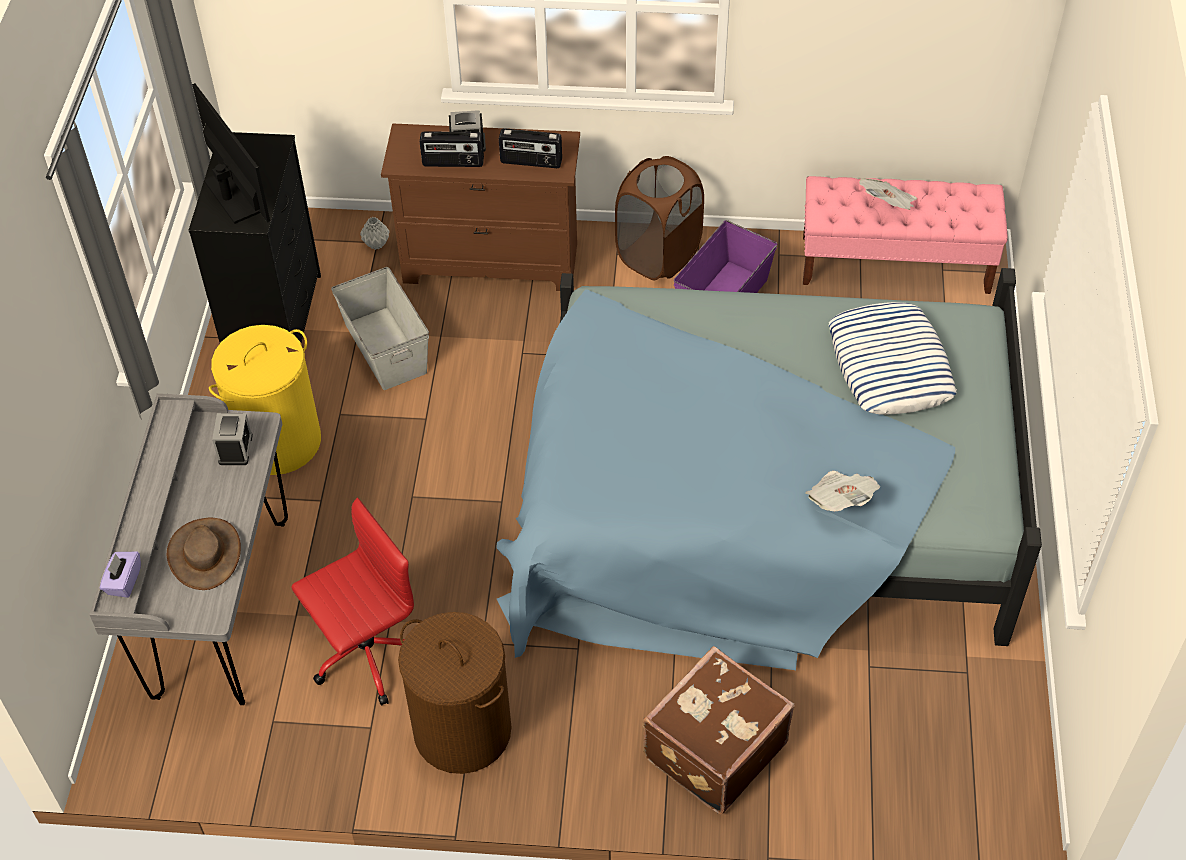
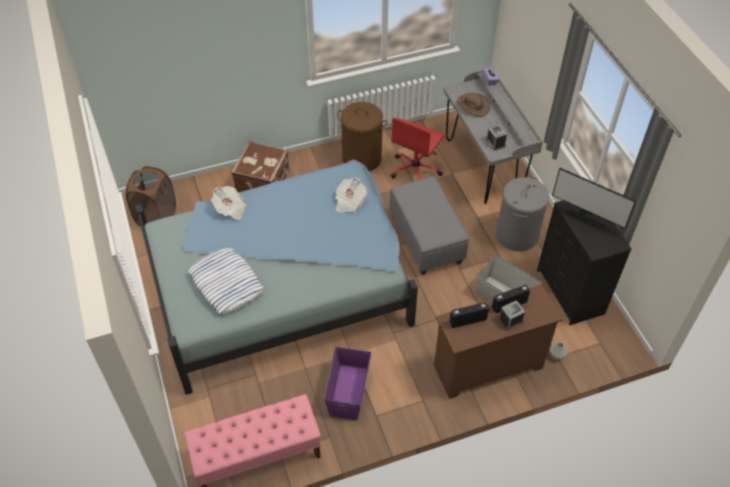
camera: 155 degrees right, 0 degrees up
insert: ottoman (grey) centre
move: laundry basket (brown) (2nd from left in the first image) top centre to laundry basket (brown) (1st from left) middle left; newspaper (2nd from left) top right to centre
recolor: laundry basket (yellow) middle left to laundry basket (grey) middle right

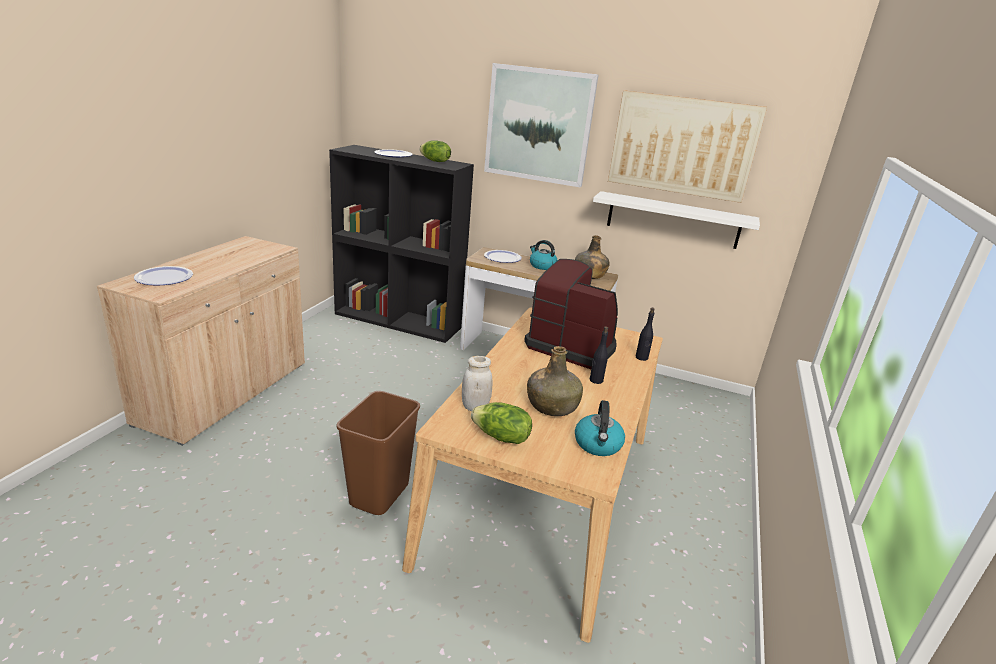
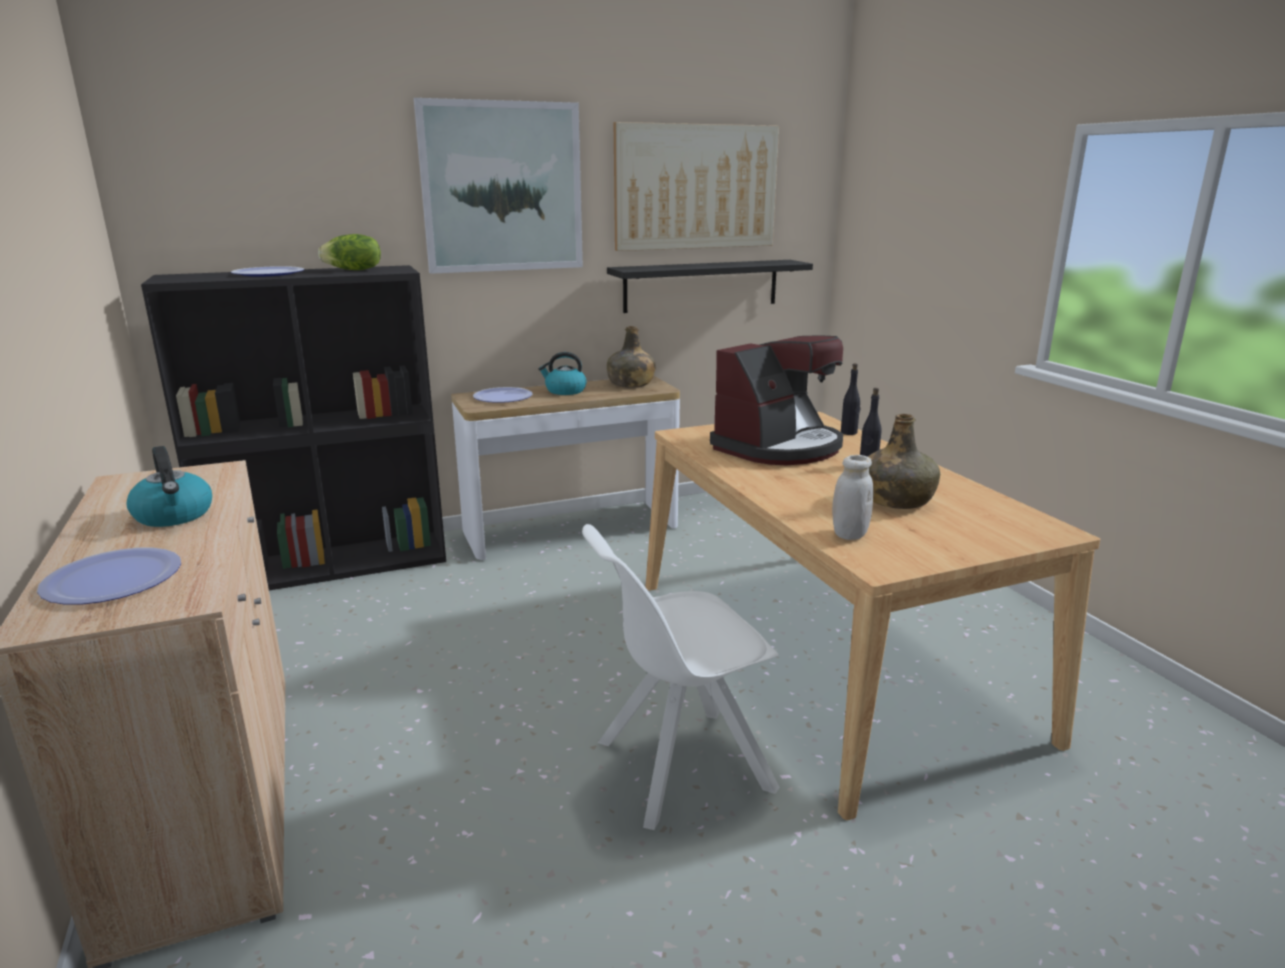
camera: 40 degrees left, 5 degrees down
delete: lettuce (2nd from left) centre
move: kettle (2nd from left in the first image) centre to kettle (1st from left) middle left
replace: trash can (brown) bottom centre to chair (white) bottom centre
recolor: shelf (white) top right to shelf (black) top centre
rotate: coffee machine centre = centre 150 degrees clockwise

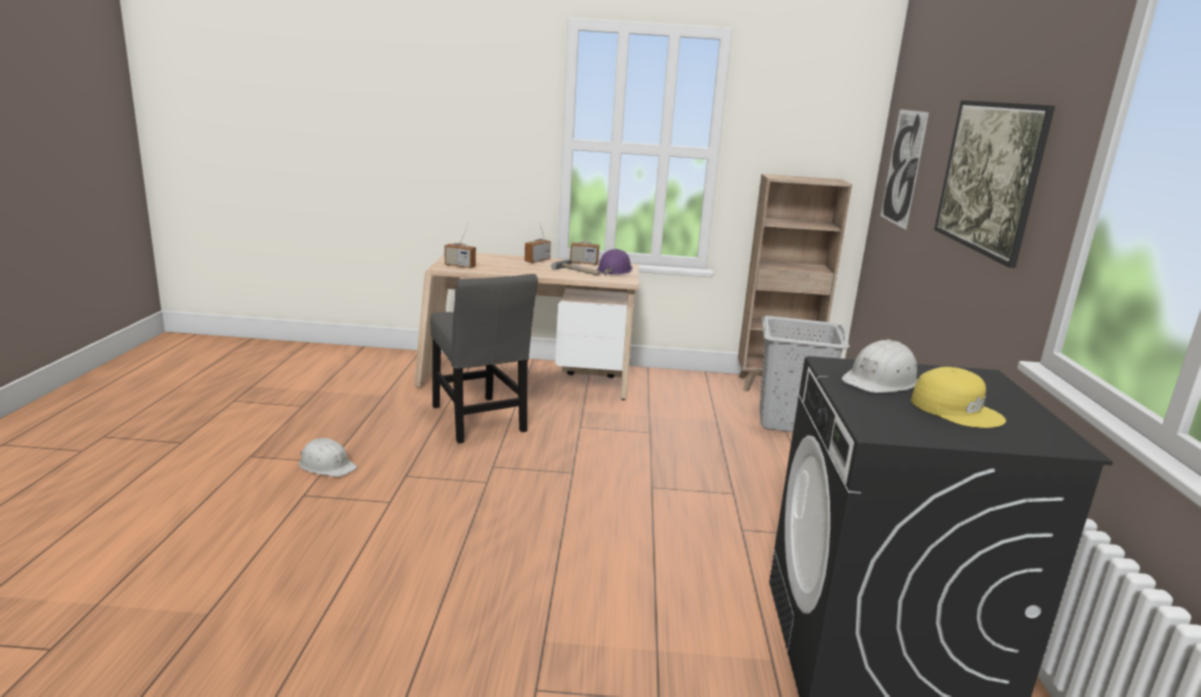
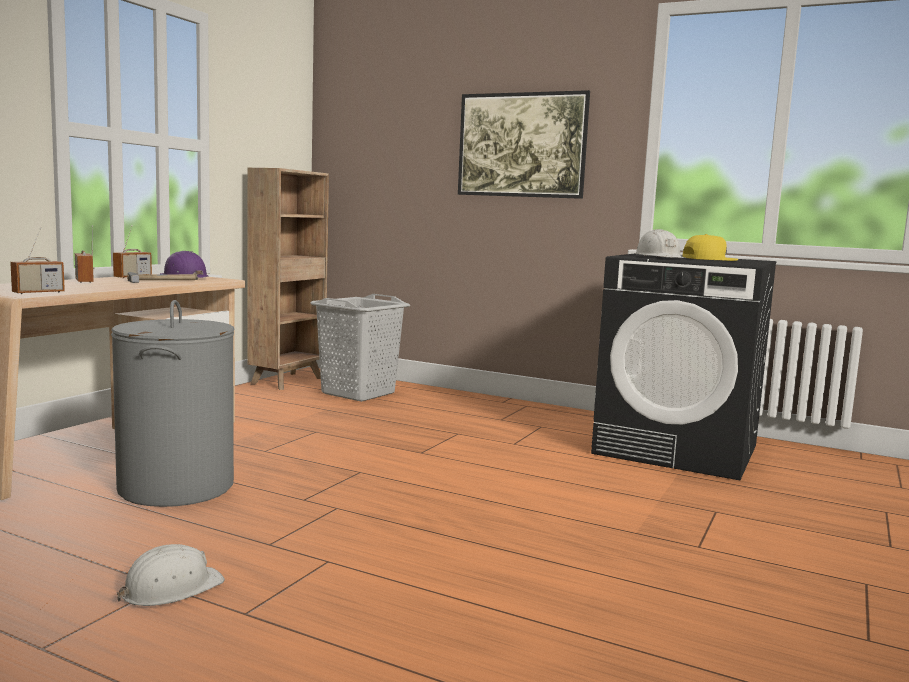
camera: 65 degrees left, 10 degrees down
delete: picture (1st from left) top right
replace: chair (grey) centre to laundry basket (grey) (1st from left) middle left

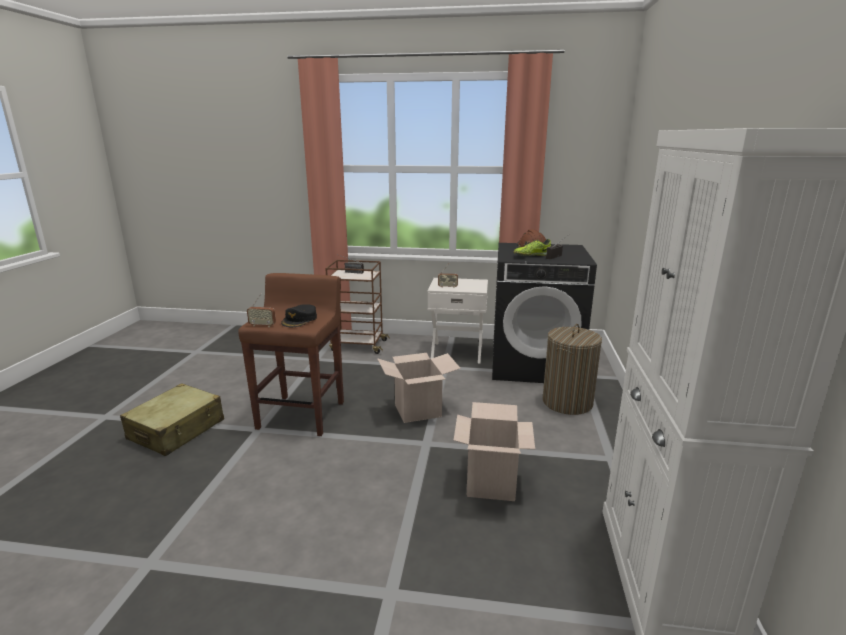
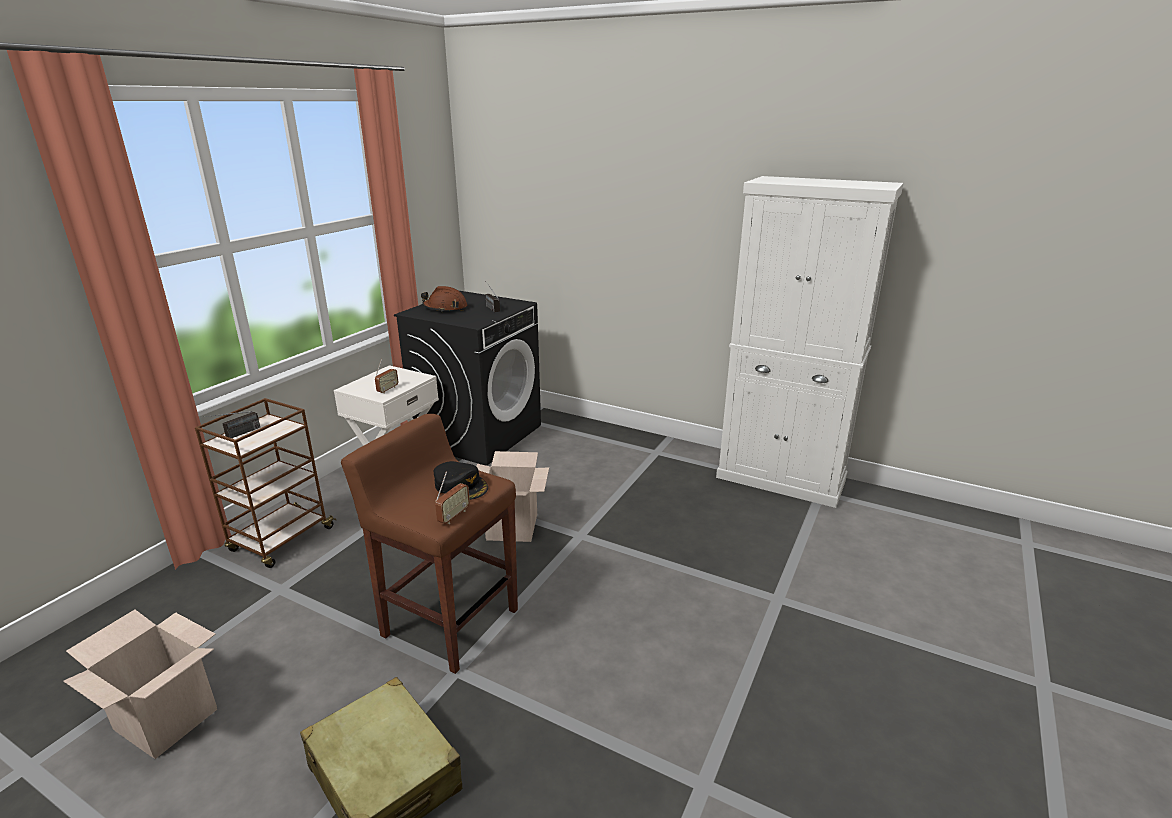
camera: 70 degrees left, 5 degrees up
delete: shoe centre; laundry basket middle right
move: cardboard box (2nd from left in the first image) bottom centre to cardboard box (1st from left) bottom left

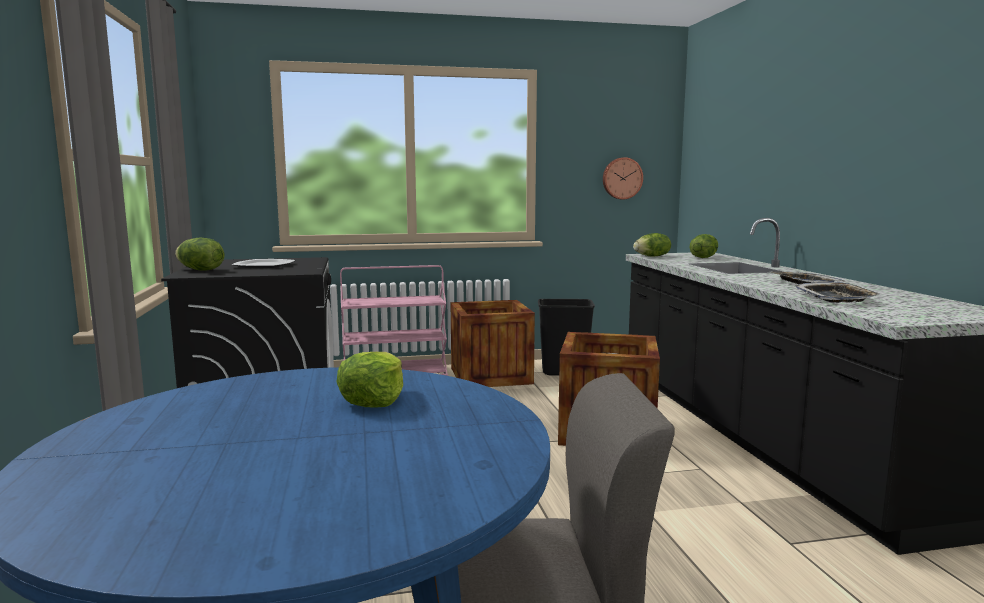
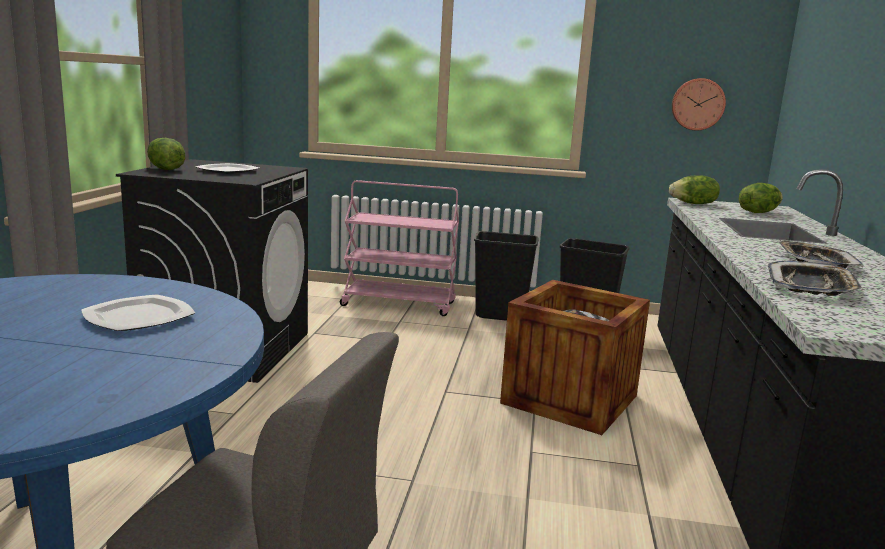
camera: 20 degrees right, 5 degrees up
replace: lettuce (2nd from left) centre to plate (1st from left) middle left; crate (1st from left) centre to trash can (black) (1st from left) centre

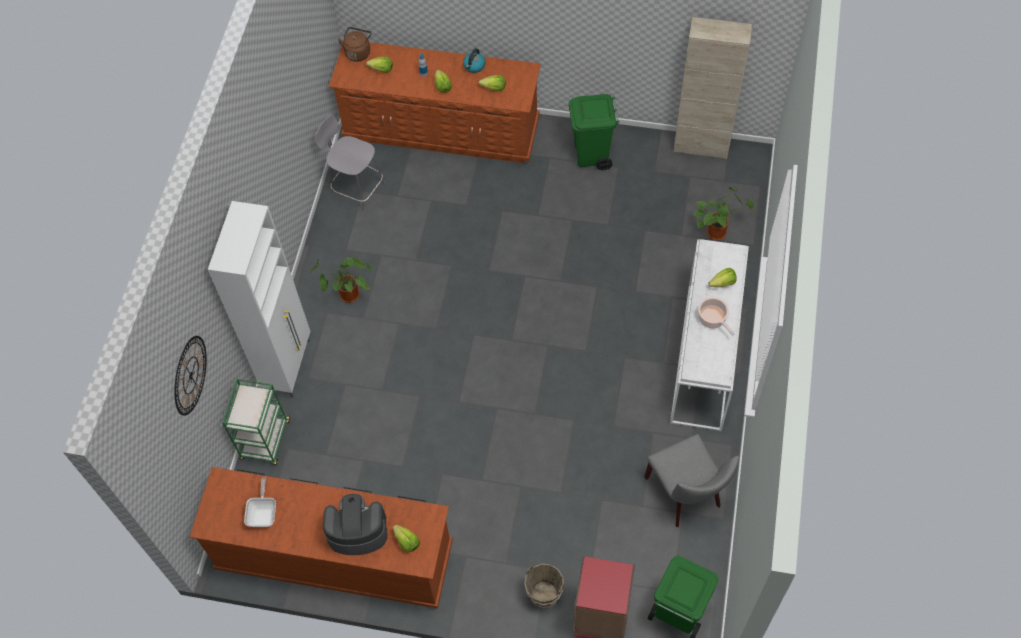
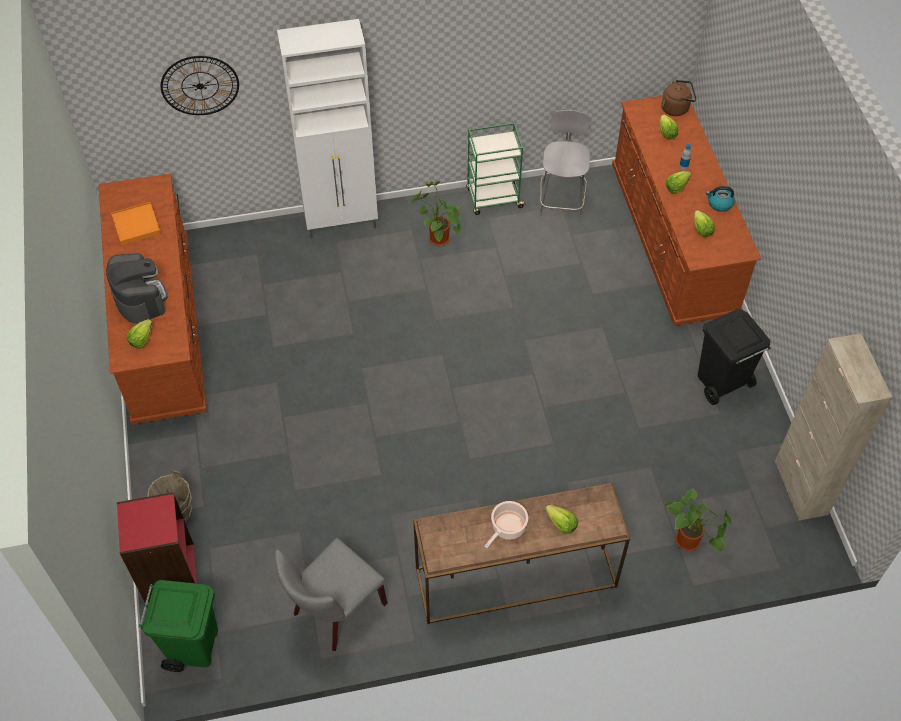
camera: 65 degrees right, 5 degrees down
move: cart (green) middle left to top centre
replace: frying pan bottom left to tray (orange) top left
recolor: trash can (green) (1st from left) top centre to trash can (black) middle right; console table (white) middle right to console table (brown) bottom centre

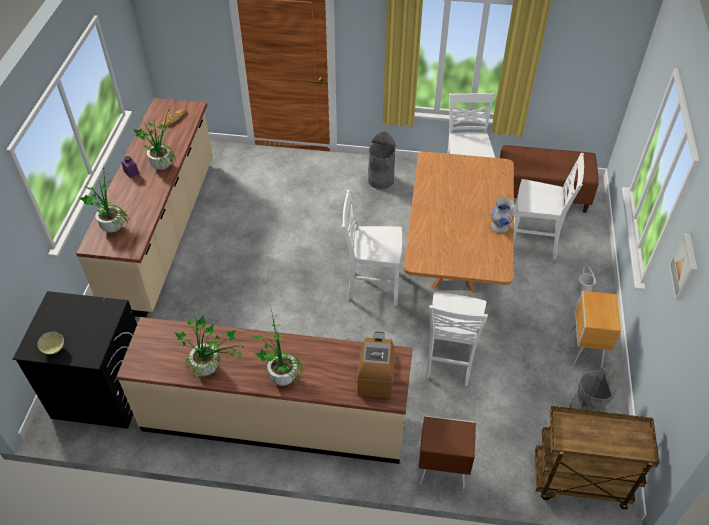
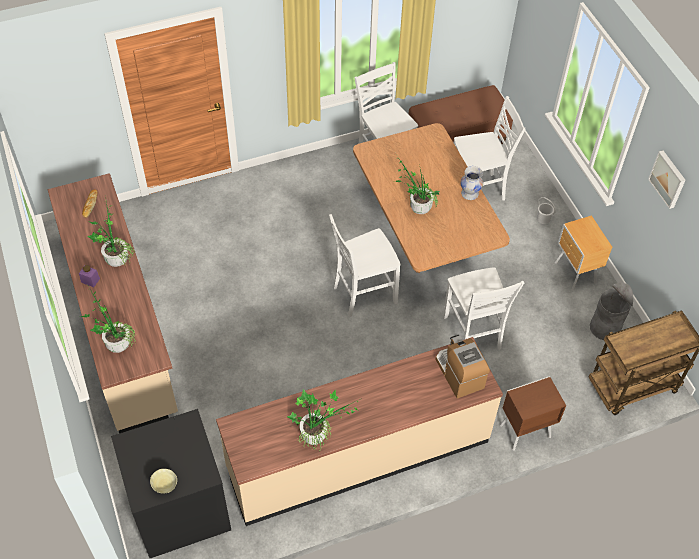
camera: 30 degrees left, 5 degrees up
delete: trash can (grey) (1st from left) top centre
move: potted plant (4th from left) centre to top centre

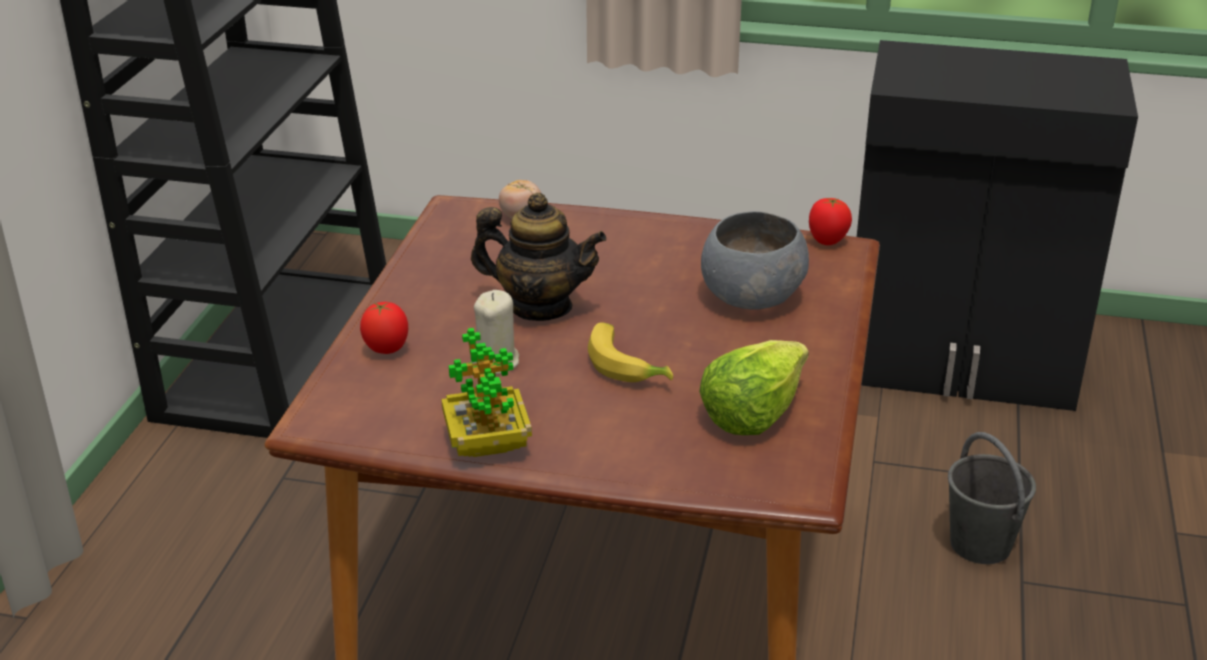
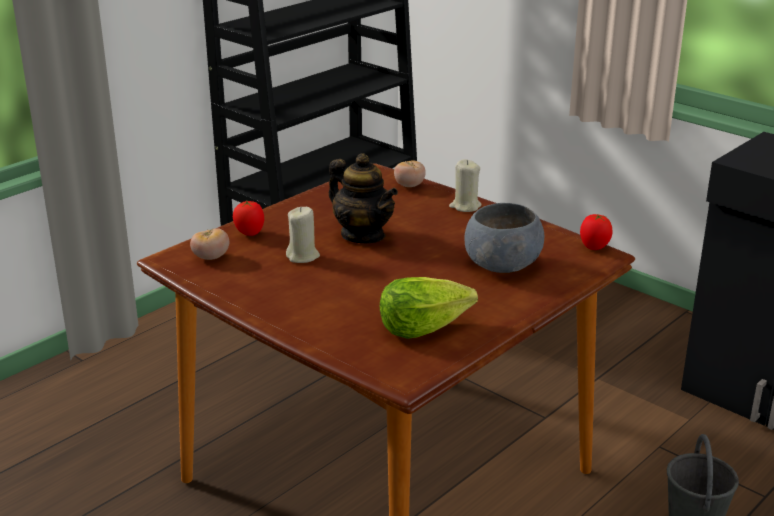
camera: 30 degrees right, 5 degrees down
delete: potted plant centre; banana centre
insert: tomato (1st from left) middle left; candle (beige) (2nd from left) centre

